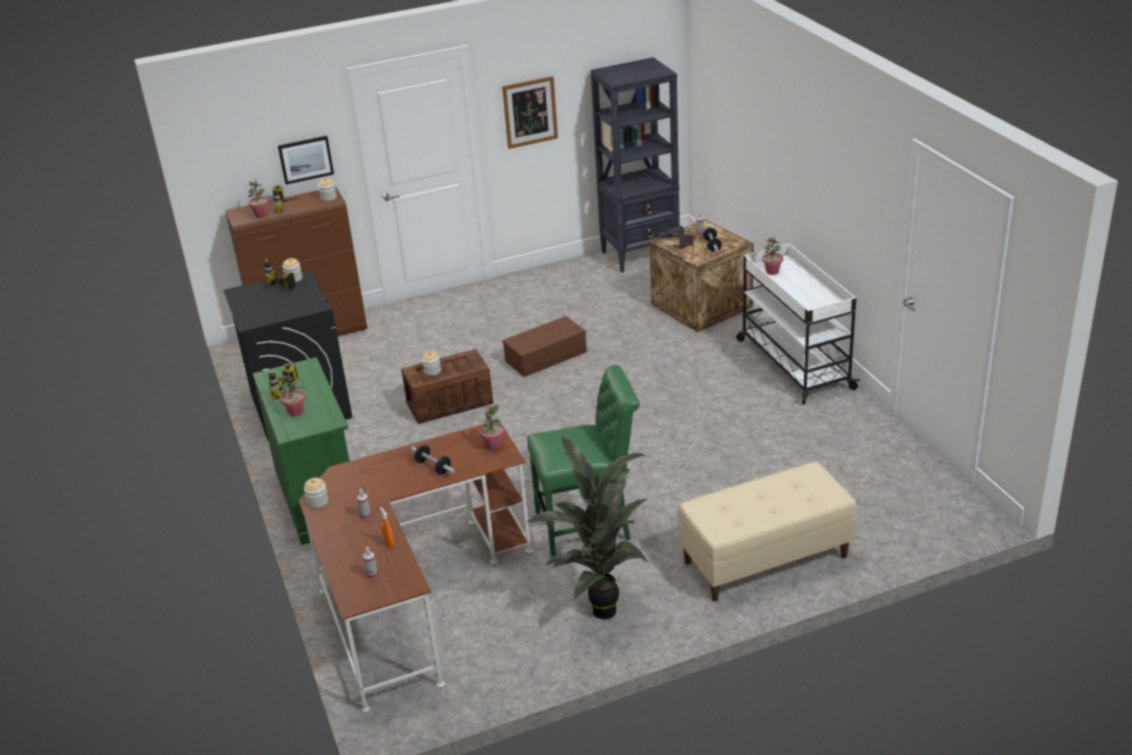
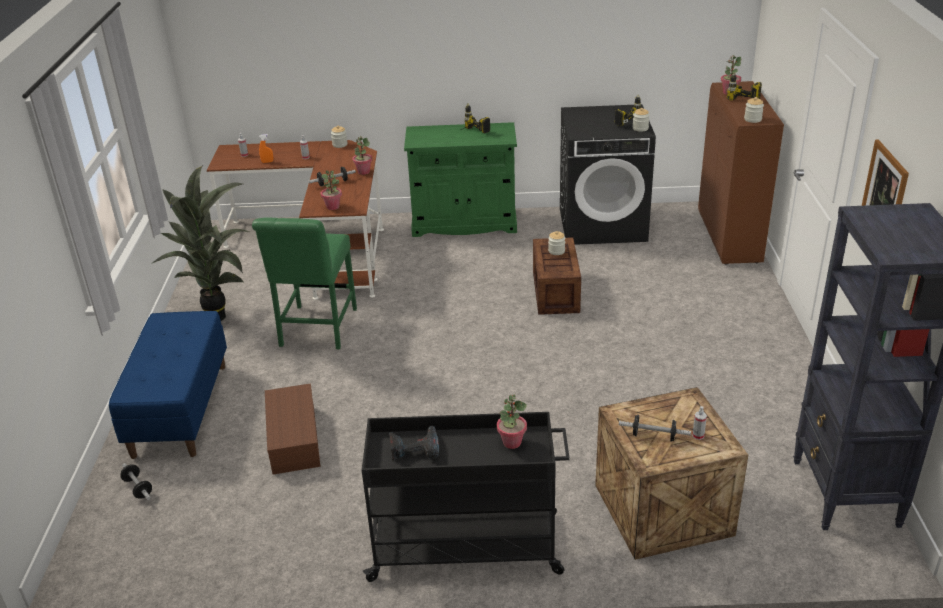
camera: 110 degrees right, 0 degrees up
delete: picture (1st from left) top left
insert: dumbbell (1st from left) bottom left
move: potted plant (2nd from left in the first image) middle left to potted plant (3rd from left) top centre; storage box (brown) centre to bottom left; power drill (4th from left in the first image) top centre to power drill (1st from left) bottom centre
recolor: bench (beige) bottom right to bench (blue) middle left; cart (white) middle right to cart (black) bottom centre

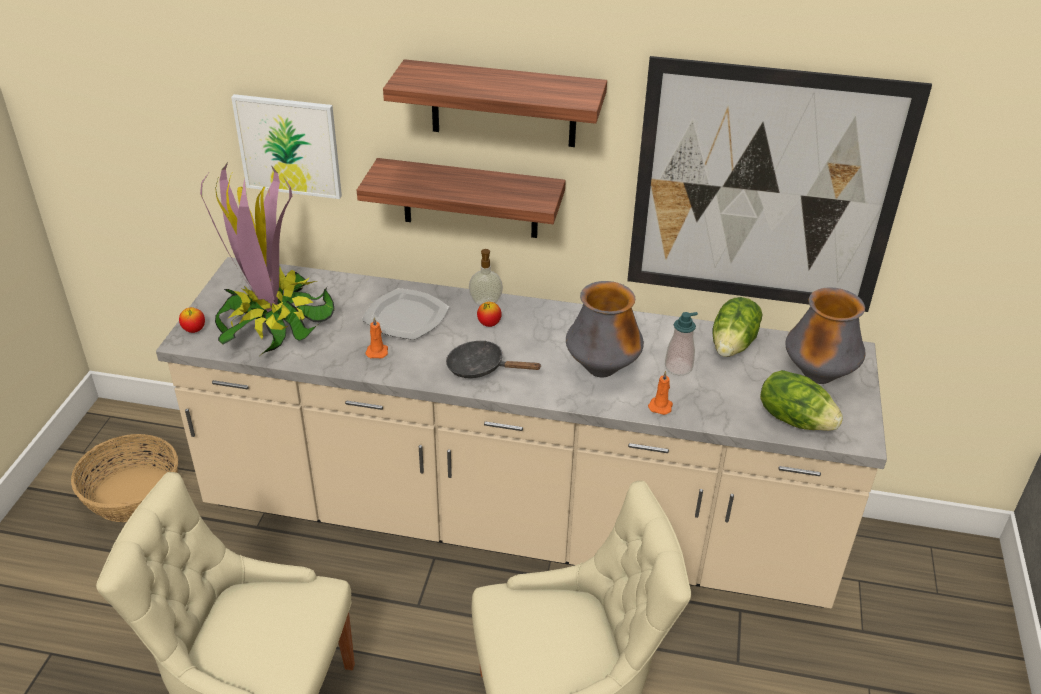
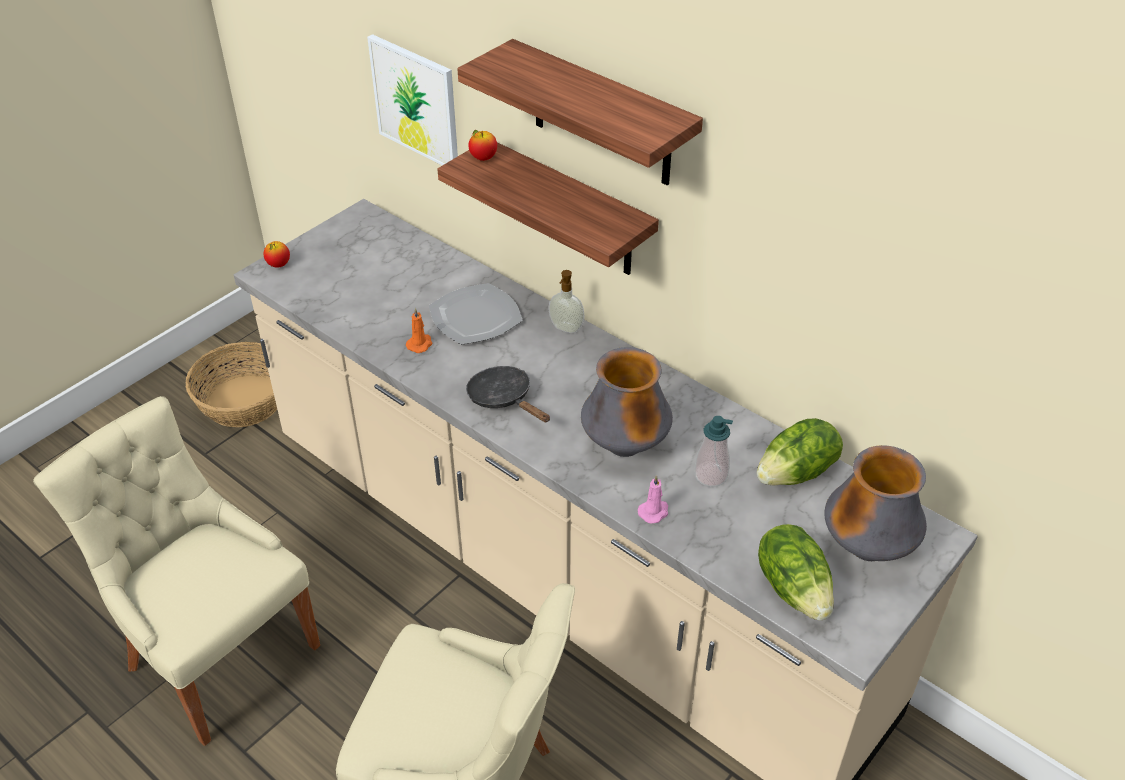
camera: 30 degrees right, 5 degrees up
delete: potted plant middle left; picture (2nd from left) top right
move: apple (2nd from left) centre to top centre
recolor: candle (orange) (2nd from left) centre to candle (pink) centre

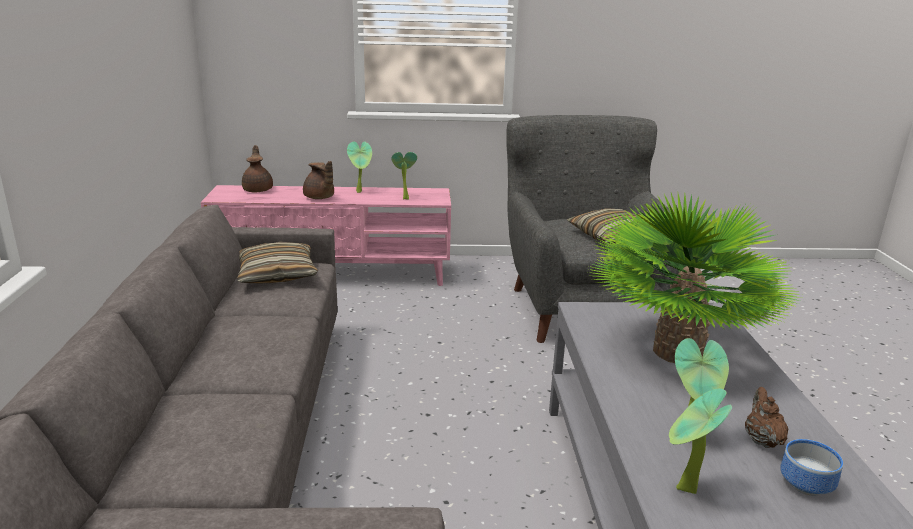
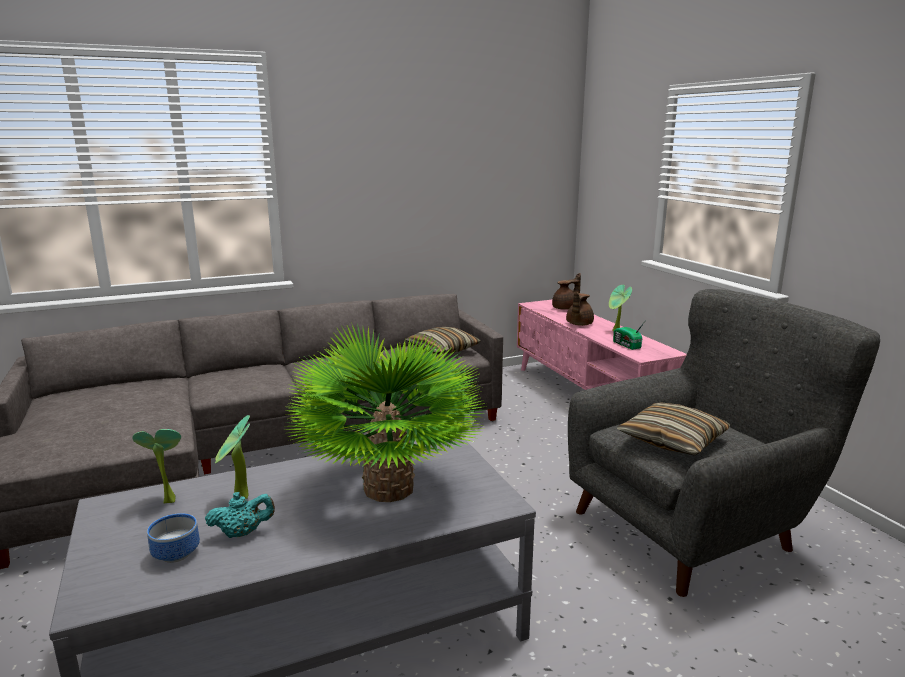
camera: 70 degrees right, 5 degrees down
replace: potted plant (2nd from left) top centre to radio middle right
recolor: teapot (brown) (3rd from left) bottom right to teapot (turquoise) bottom left

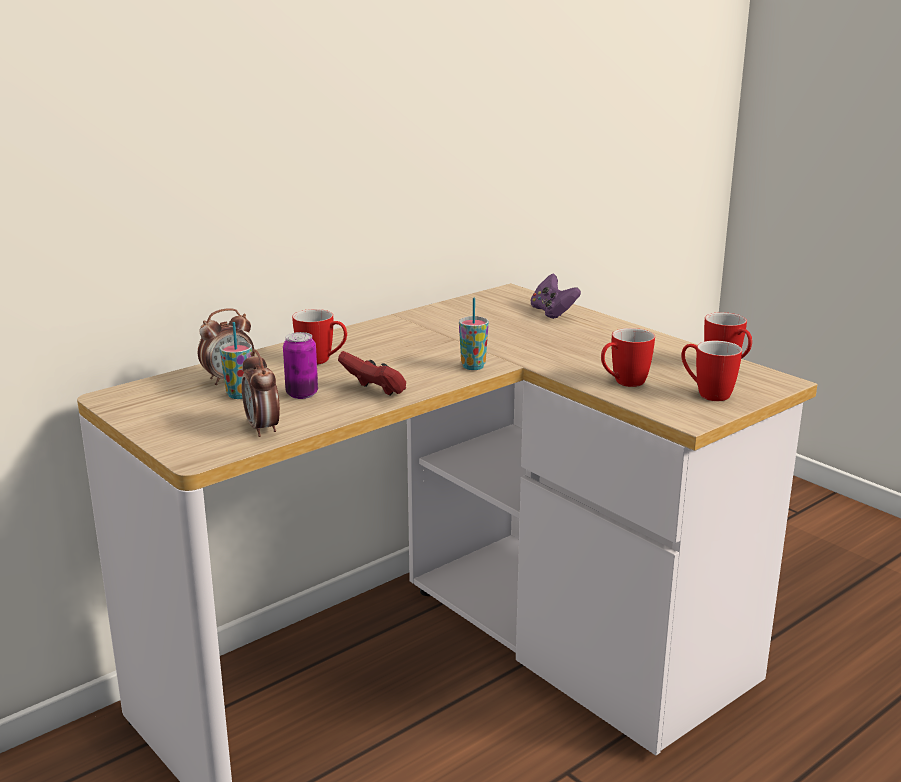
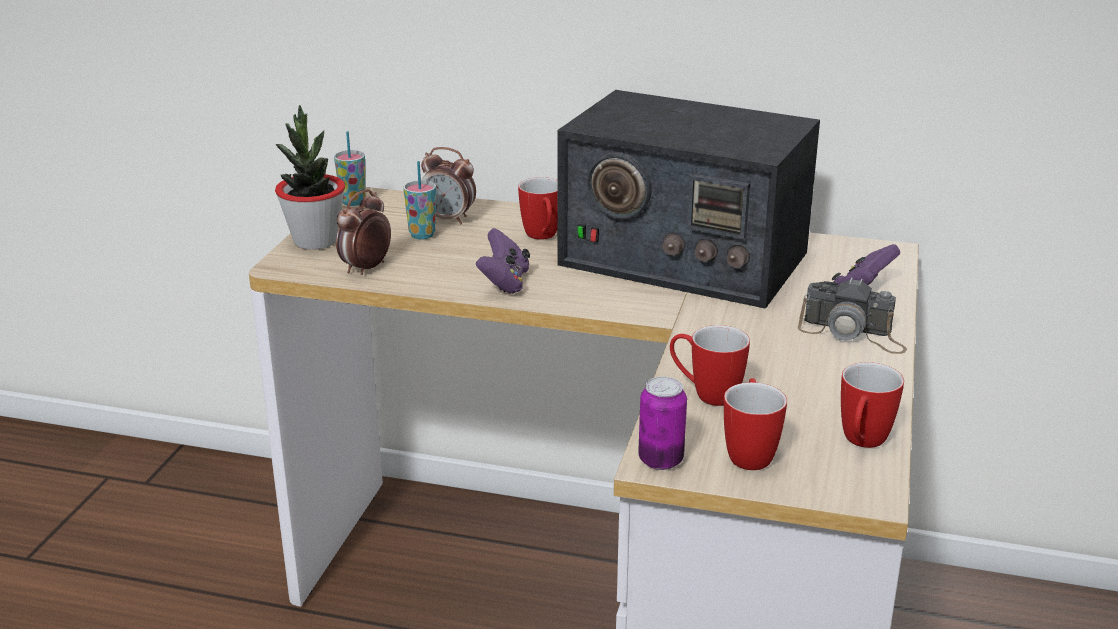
camera: 55 degrees right, 5 degrees up
insert: potted plant top left; radio top centre; photo camera middle right
move: can middle left to bottom centre; cup (2nd from left in the first image) centre to cup (1st from left) top left
recolor: game controller (red) centre to game controller (purple) (1st from left) centre

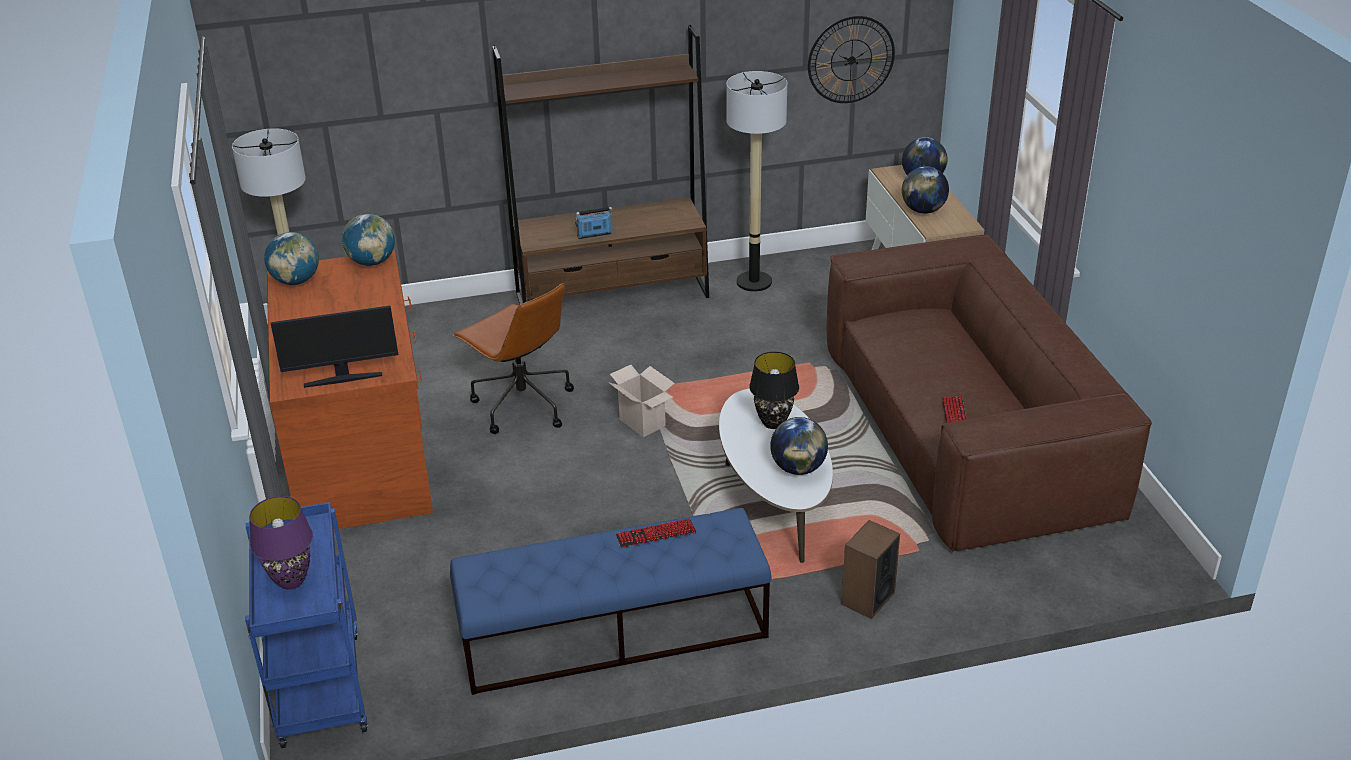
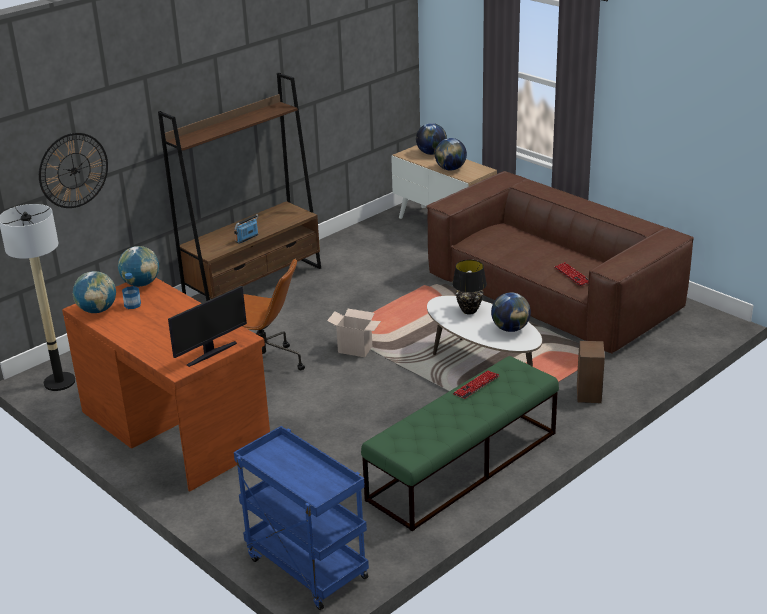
camera: 30 degrees left, 5 degrees down
delete: table lamp (purple) bottom left; floor lamp (2nd from left) top centre
insert: bottle middle left
move: wall clock top centre to top left
recolor: bench (blue) bottom centre to bench (green) bottom centre

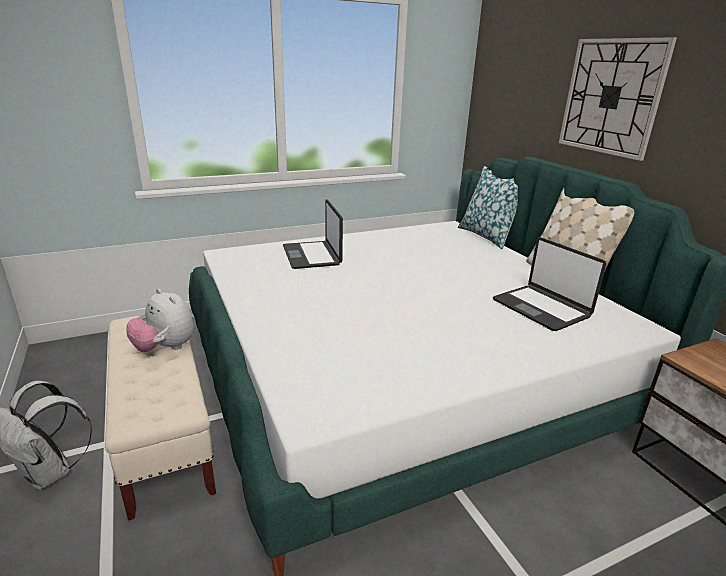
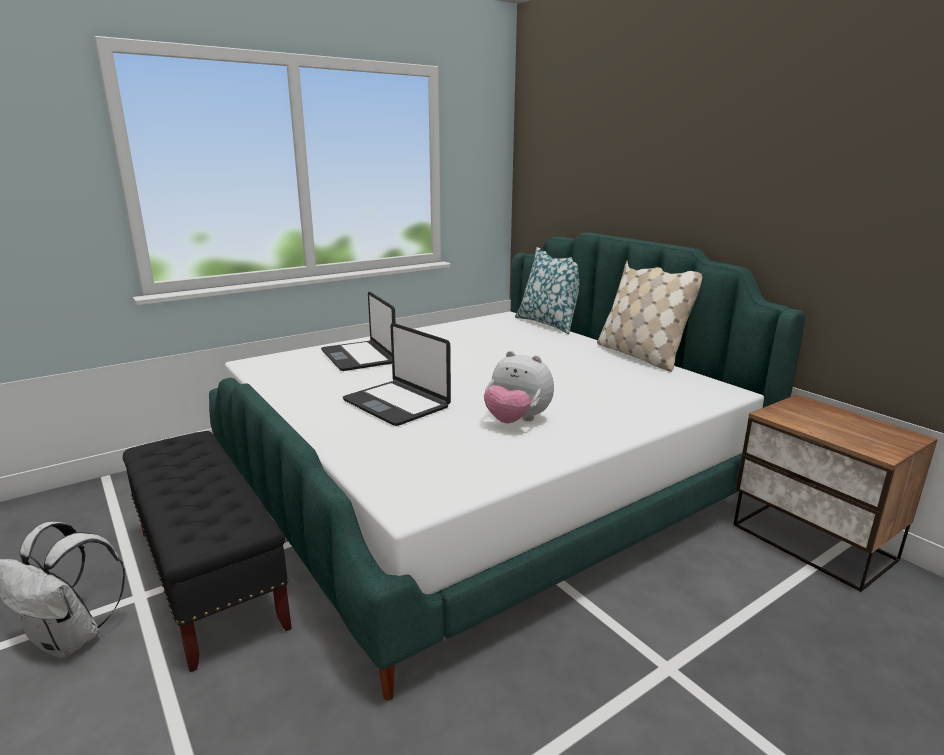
camera: 10 degrees left, 5 degrees down
delete: wall clock top right
move: plush toy middle left to centre; laptop (2nd from left) middle right to centre
recolor: bench (beige) bottom left to bench (black) bottom left

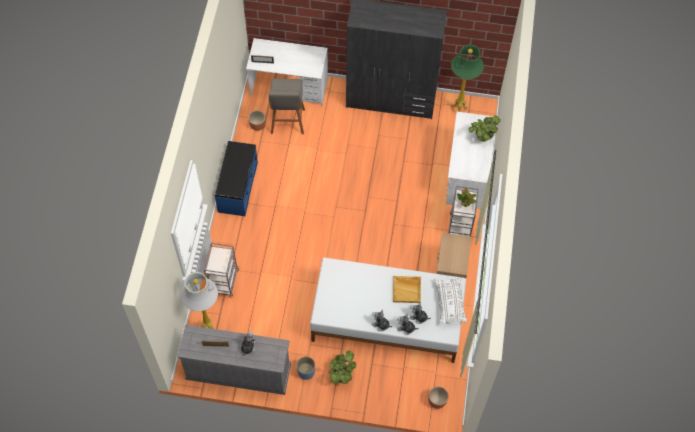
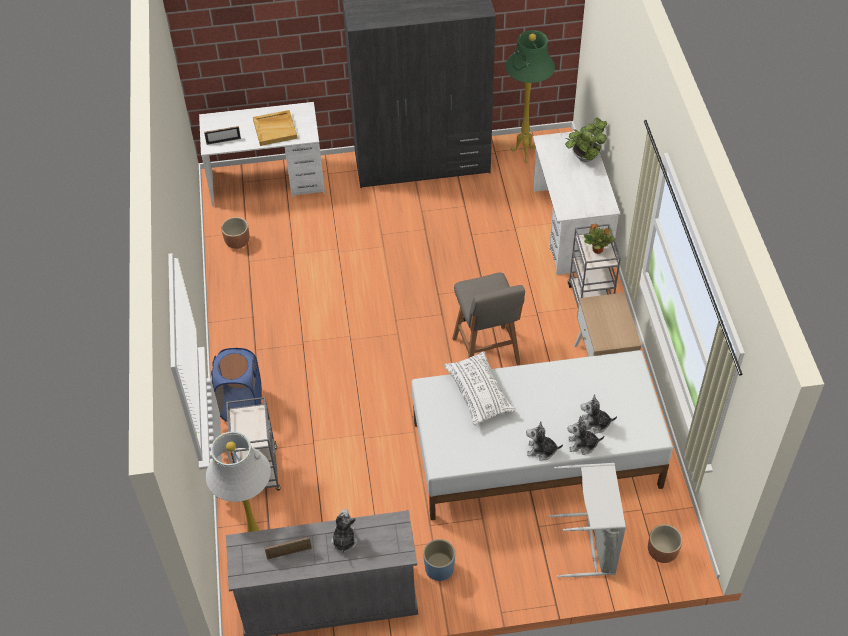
camera: 15 degrees left, 10 degrees down
delete: bench (blue) centre; potted plant (1st from left) bottom centre
insert: laundry basket (blue) middle left; laundry basket (grey) bottom right
move: stool (grey) top centre to centre; tray (beige) bottom centre to top left; pillow (white) bottom centre to centre

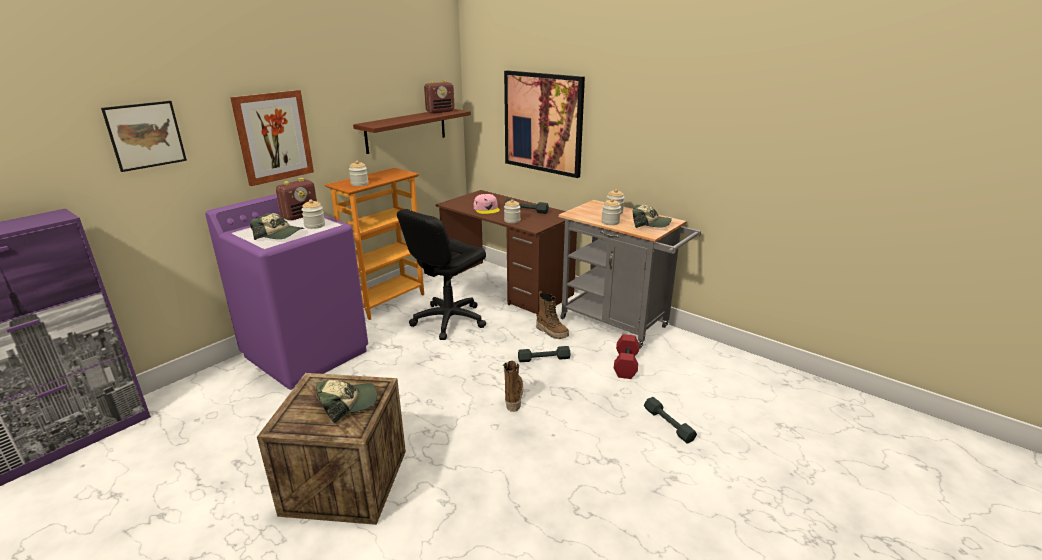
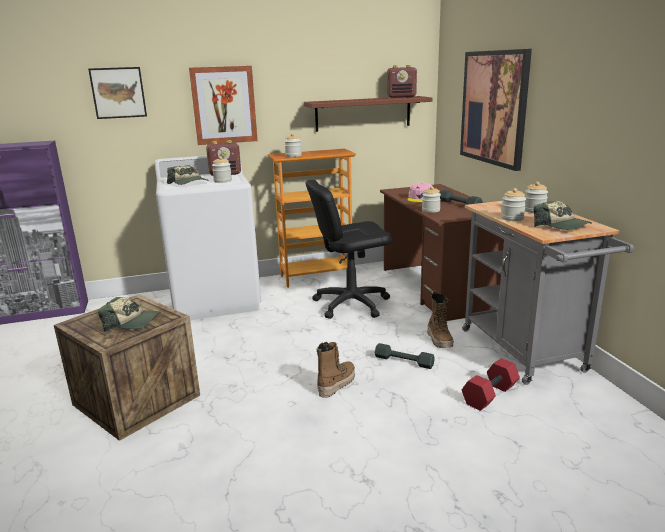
camera: 35 degrees right, 5 degrees down
delete: dumbbell (grey) (3rd from left) bottom centre
recolor: washing machine (purple) middle left to washing machine (white) middle left

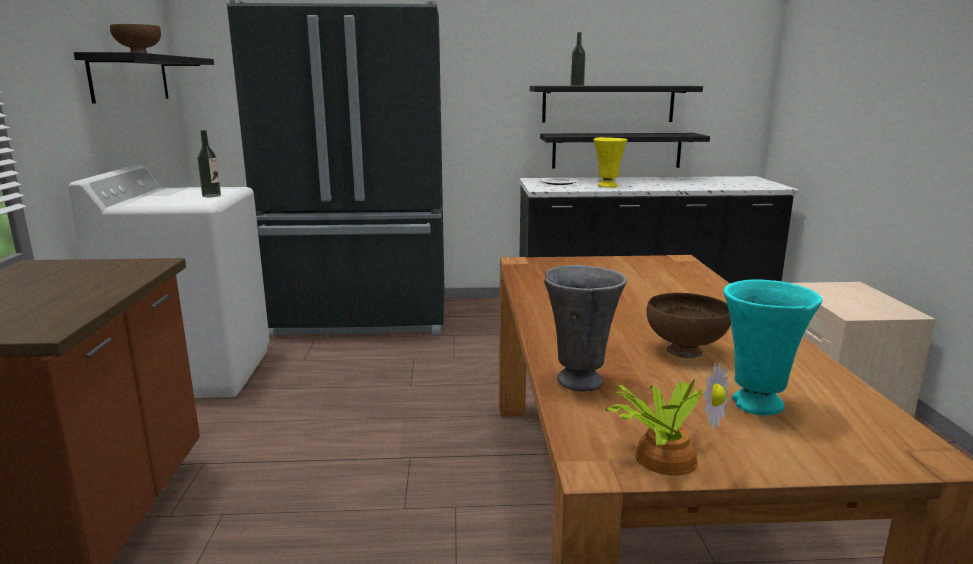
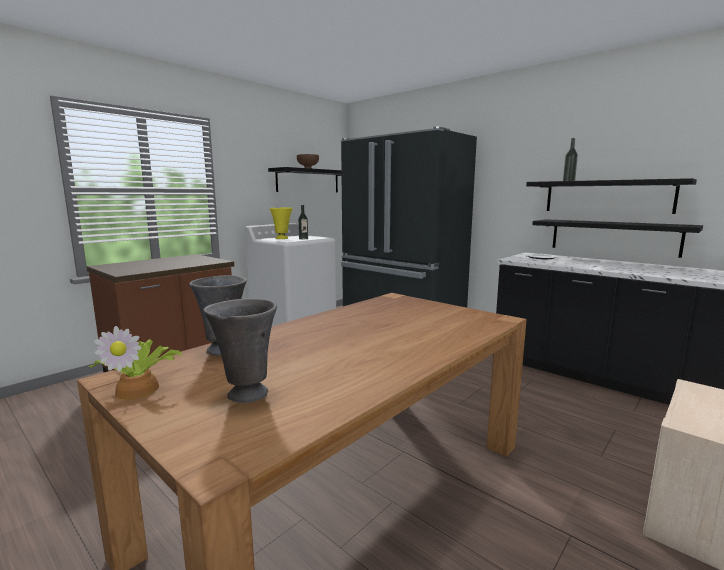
camera: 45 degrees right, 5 degrees down
delete: bowl (brown) (2nd from left) middle right
move: vase (yellow) top centre to centre
recolor: vase (turquoise) middle right to vase (grey) (2nd from left) middle left

